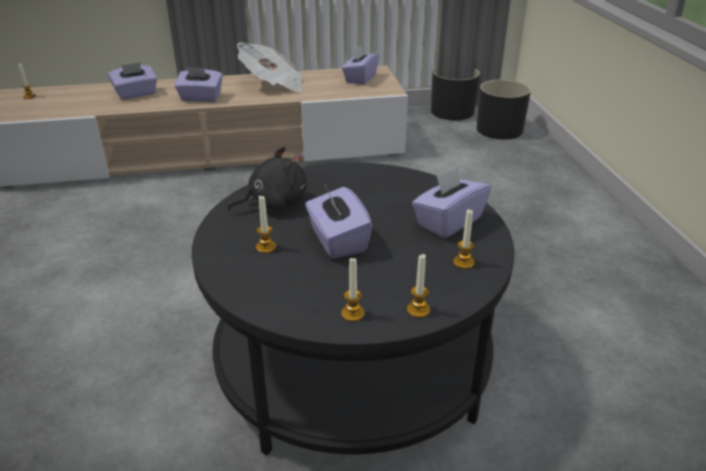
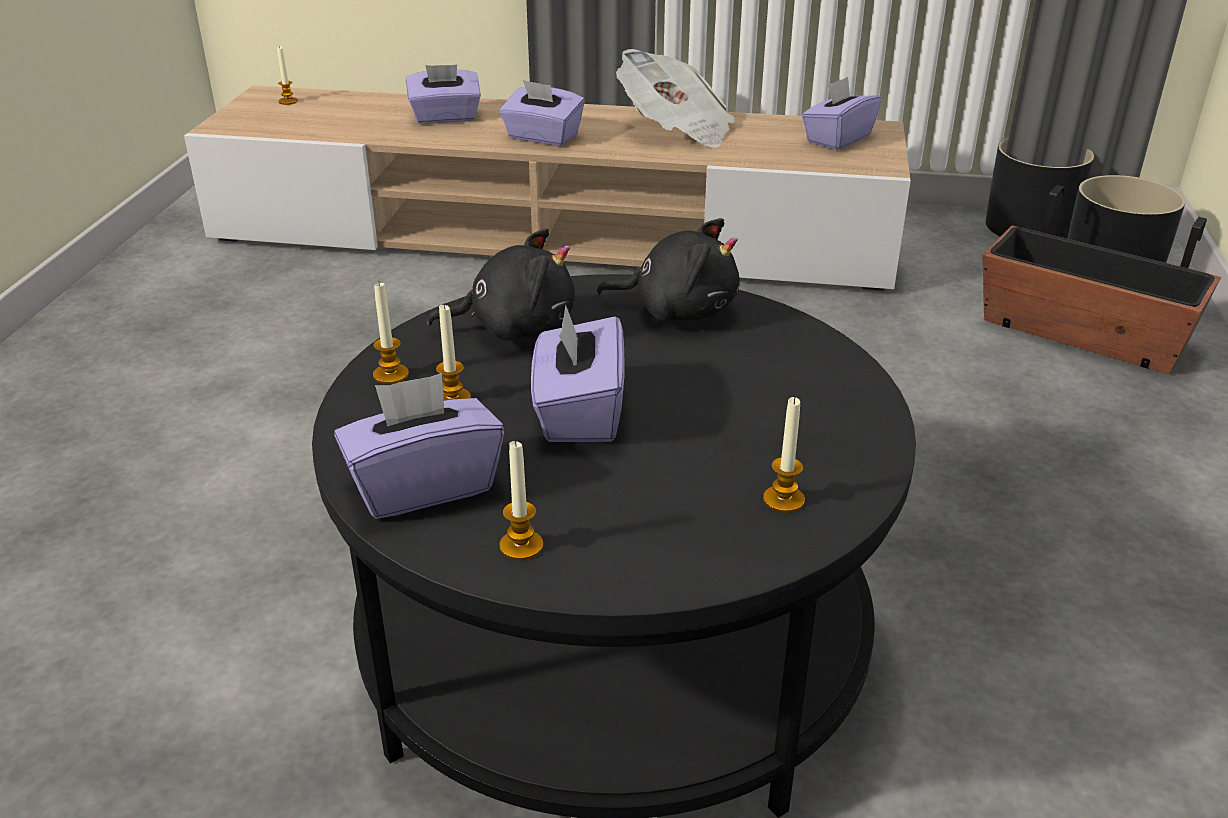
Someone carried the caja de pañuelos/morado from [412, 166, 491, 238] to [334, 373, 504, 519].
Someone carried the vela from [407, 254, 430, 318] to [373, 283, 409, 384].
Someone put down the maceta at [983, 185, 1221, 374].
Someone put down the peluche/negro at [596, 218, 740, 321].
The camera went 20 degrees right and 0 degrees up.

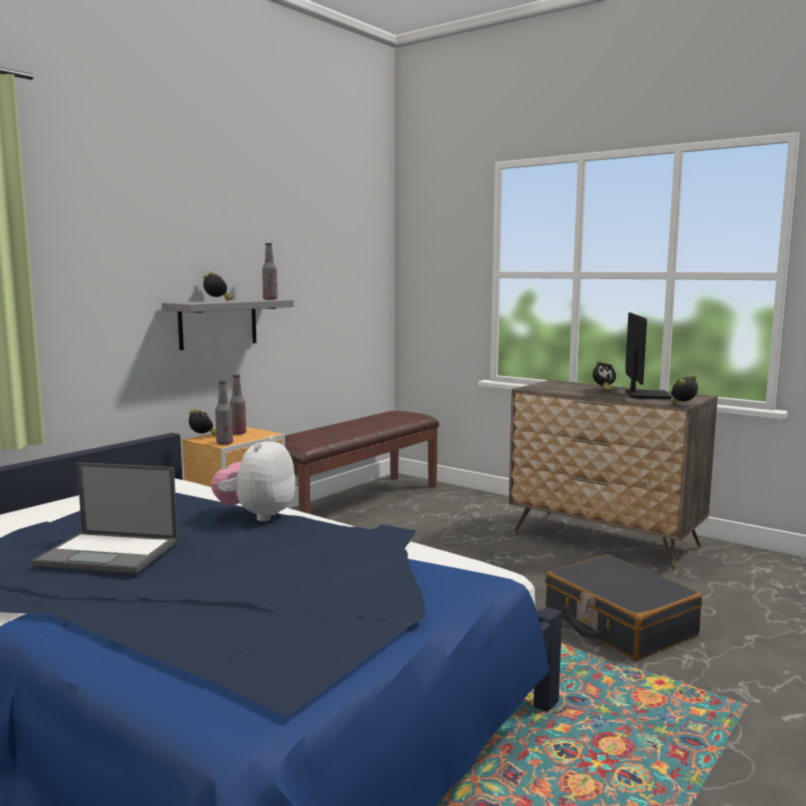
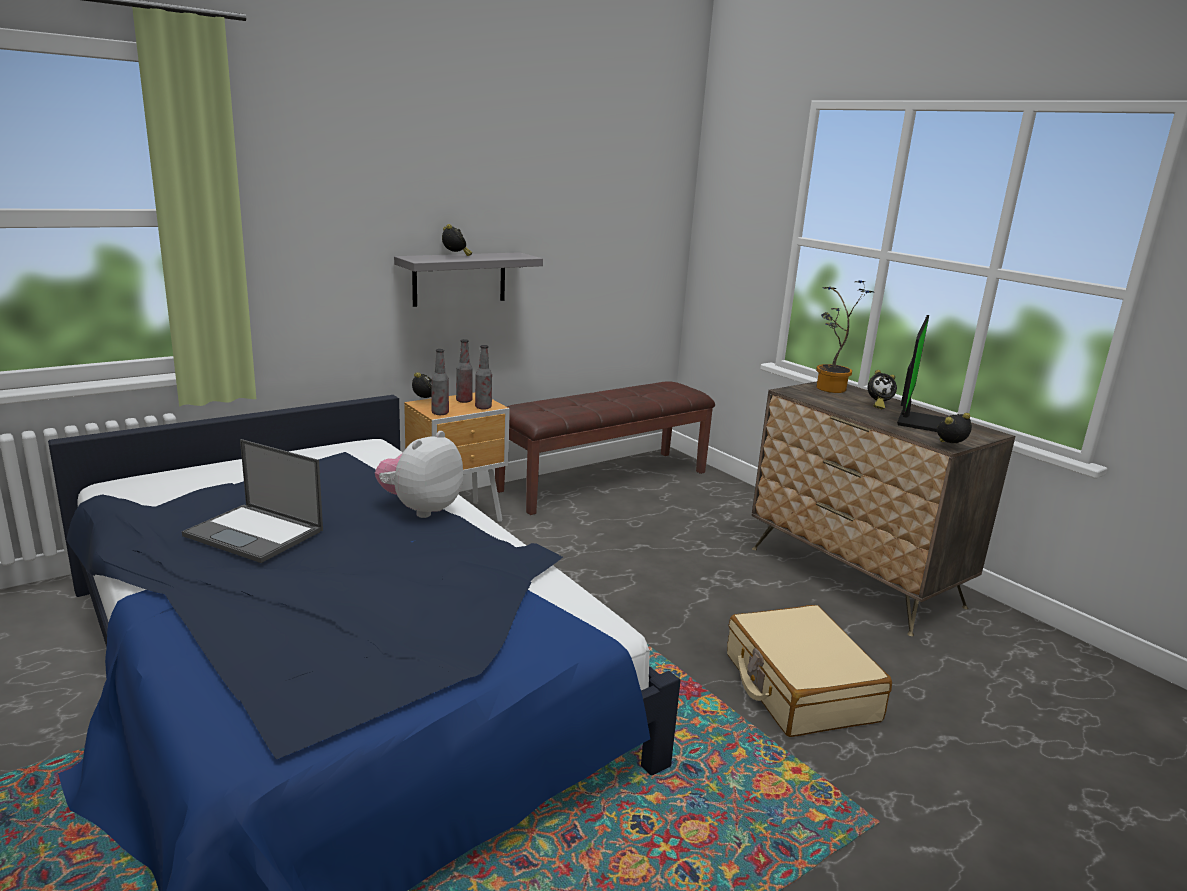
Someone carried the botella from [262, 243, 278, 300] to [475, 345, 492, 410].
Someone repainted the maleta/negro at [545, 554, 702, 660], which became the maleta/beis at [727, 605, 892, 737].
Someone put down the planta en maceta at [816, 280, 874, 393].
The camera went 15 degrees right and 10 degrees up.

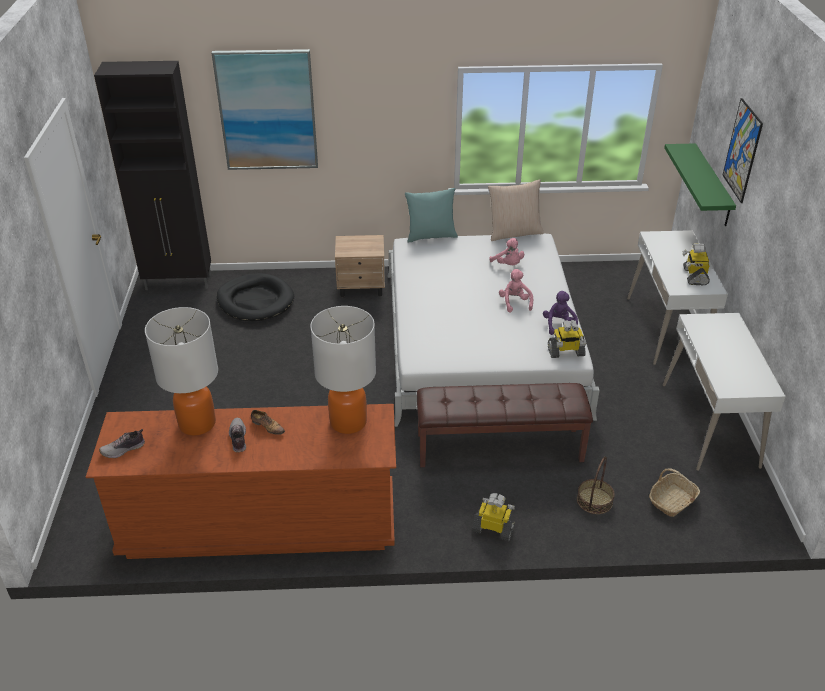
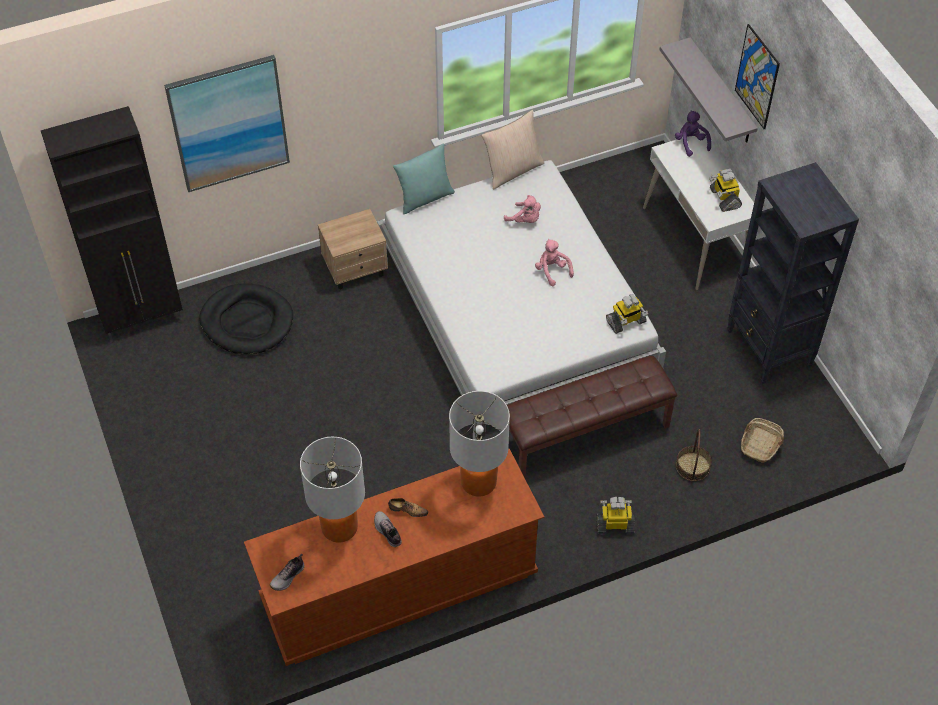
Someone repainted the estante/verde at [664, 143, 736, 226], which became the estante/gris at [659, 37, 758, 143].
Someone carried the peluche/morado from [543, 291, 578, 335] to [675, 111, 711, 157].
Someone swapped the escritorio/blanco at [663, 313, 786, 471] for the estantería/negro at [727, 162, 859, 384].
The camera went 20 degrees left and 15 degrees up.

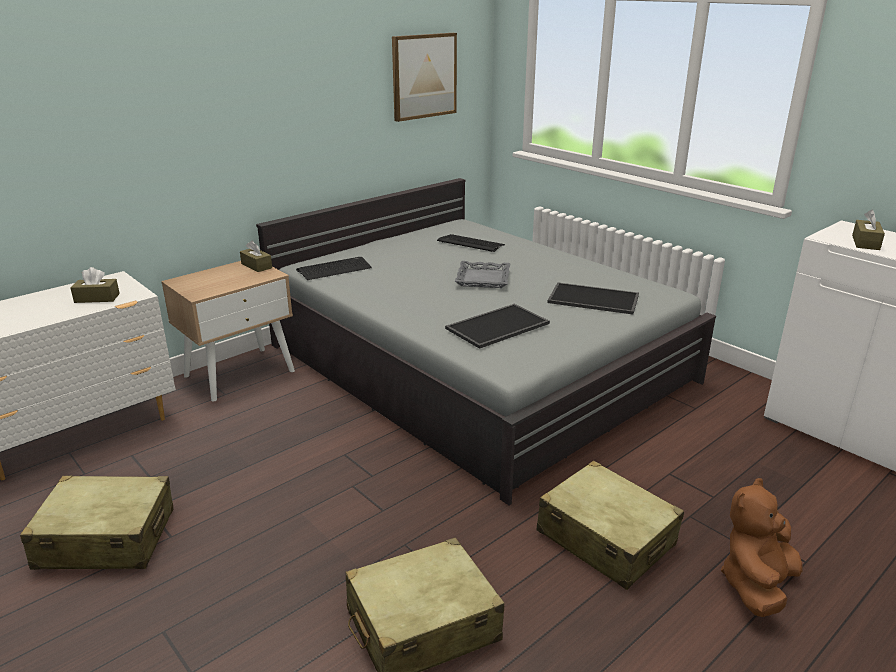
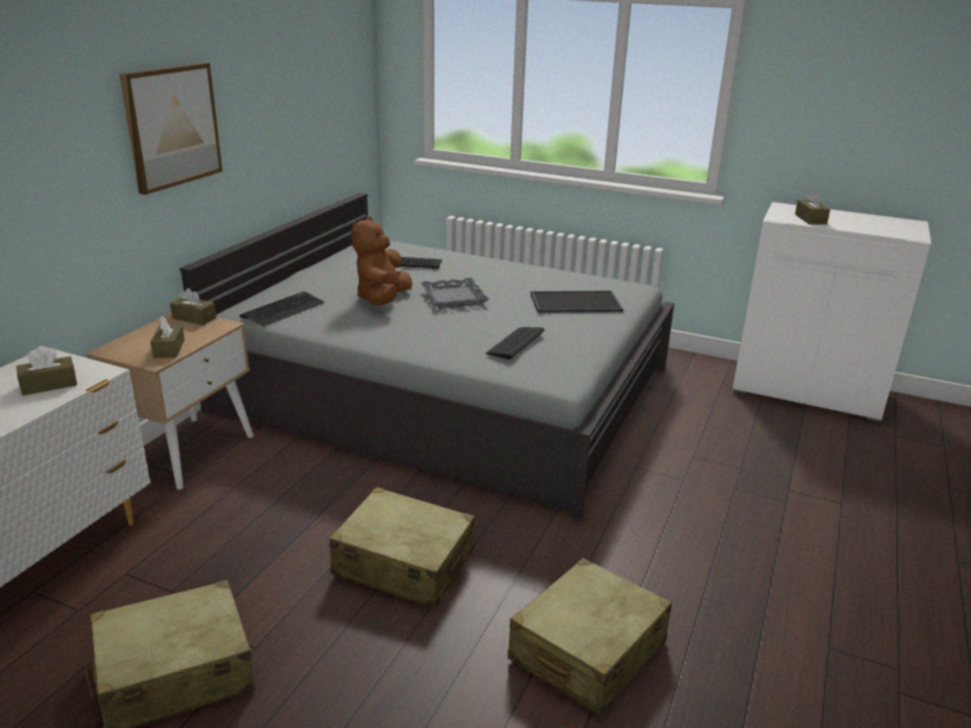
Someone carried the cuadro from [392, 33, 457, 122] to [120, 63, 223, 195].
Someone swapped the bandeja at [445, 304, 550, 349] for the teclado at [486, 327, 545, 360].
Someone carried the maleta/beis from [537, 461, 684, 590] to [329, 487, 475, 609].
Someone carried the peluche/marrón from [721, 478, 803, 617] to [351, 216, 412, 305].
Someone put down the caja de pañuelos/marrón at [151, 316, 185, 358].
The camera went 25 degrees left and 0 degrees up.

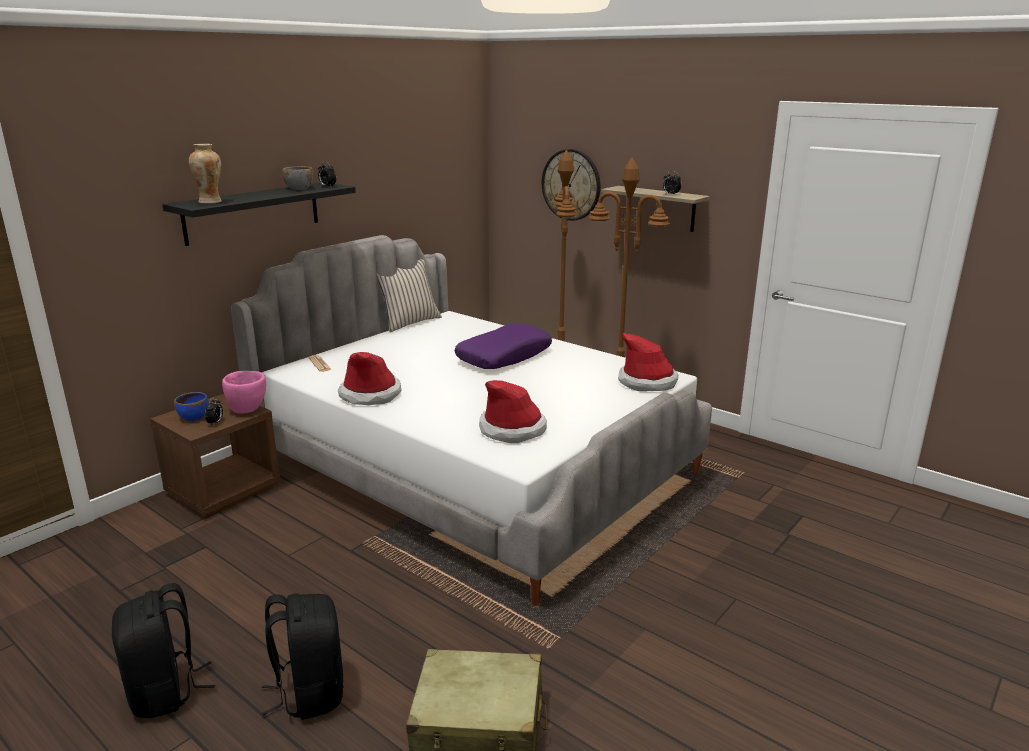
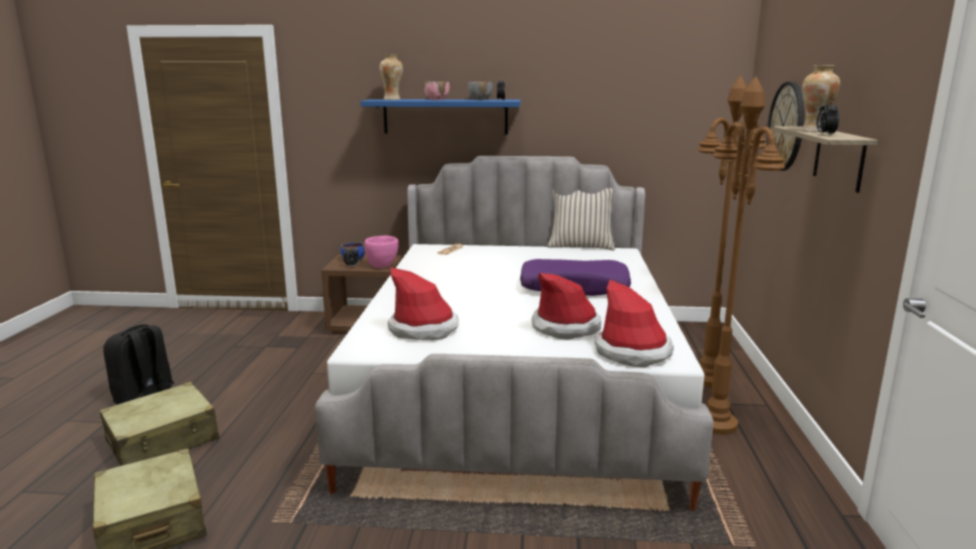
Someone repainted the estante/negro at [162, 183, 356, 246], which became the estante/azul at [360, 99, 521, 134].
Someone carried the sombrero from [338, 352, 401, 405] to [531, 273, 602, 340].
Someone swapped the mochila/negro at [262, 593, 344, 720] for the maleta/beis at [100, 382, 219, 466].
Someone put down the florero at [801, 65, 840, 132].
Someone put down the cuenco/rosa at [424, 82, 449, 100].
The camera went 55 degrees right and 5 degrees down.

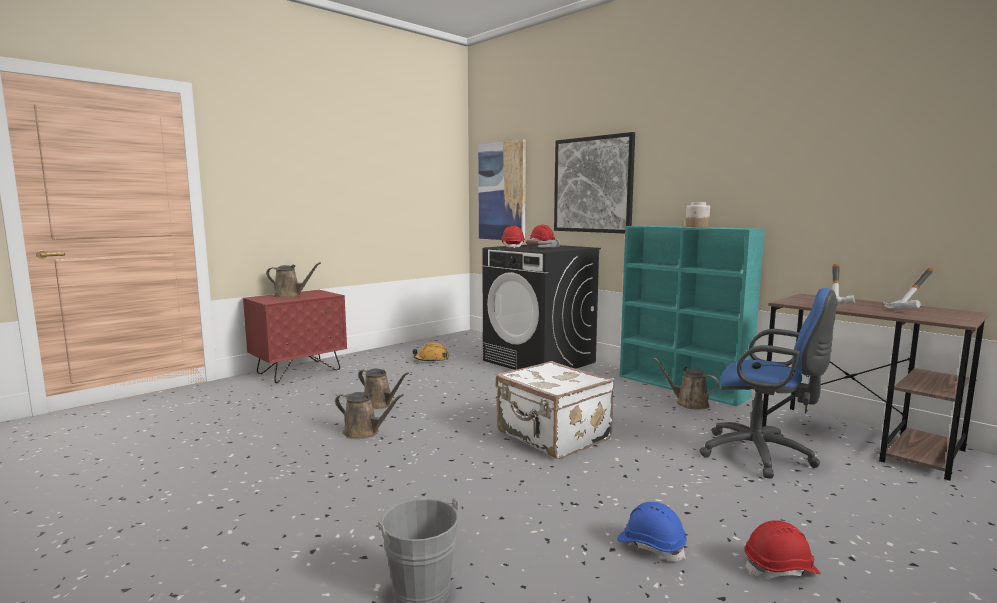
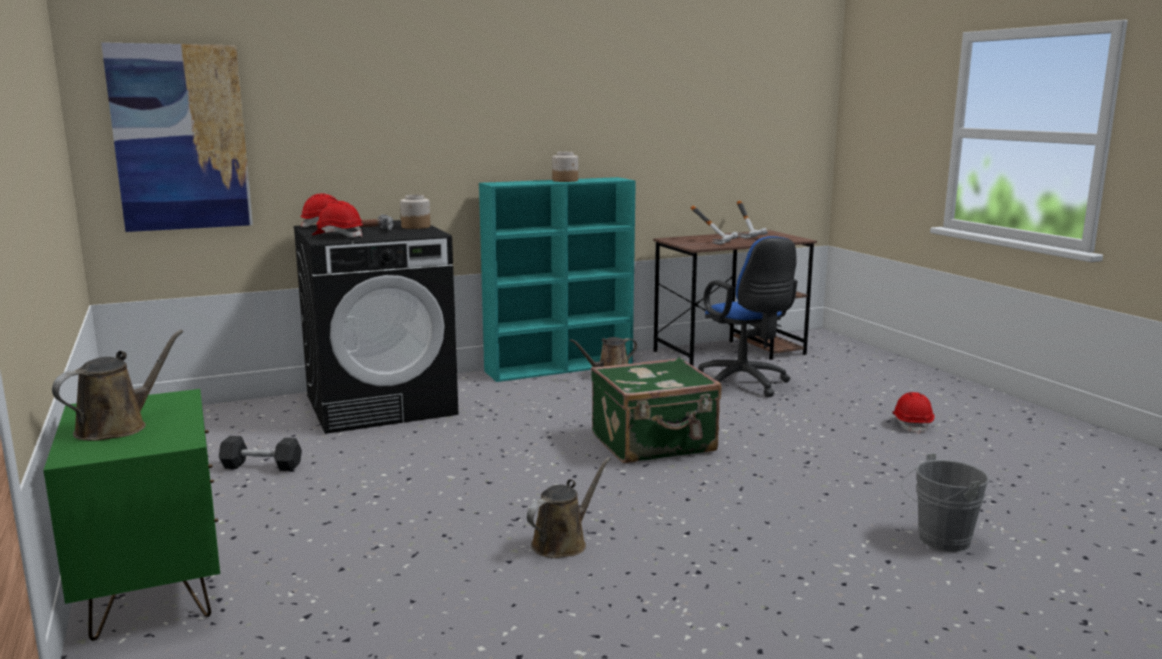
Someone took away the cuadro at [554, 132, 635, 234].
Someone rotated the silla de oficina/azul at [699, 288, 837, 479] by 105 degrees clockwise.
Someone repainted the mesita de noche/rojo at [243, 290, 347, 384], which became the mesita de noche/verde at [43, 389, 220, 641].
Someone swapped the casco/naranja at [412, 342, 449, 362] for the mancuerna/negro at [219, 436, 302, 471].
Someone repainted the maleta/blanco at [496, 361, 614, 459], which became the maleta/verde at [591, 357, 721, 463].
Someone took away the regadera/marrón at [358, 368, 409, 409].
Someone took away the casco/azul at [617, 502, 687, 561].
Someone put down the tarro at [400, 195, 431, 229].
The camera went 70 degrees left and 5 degrees up.

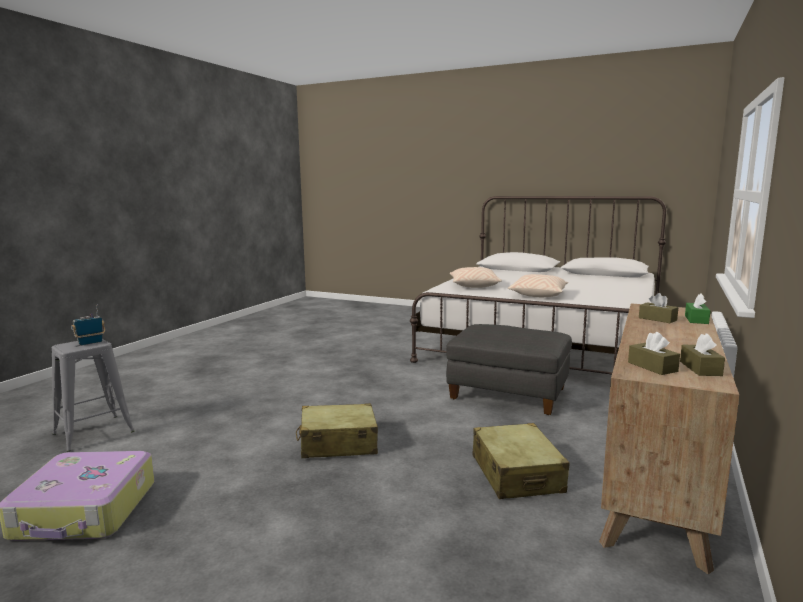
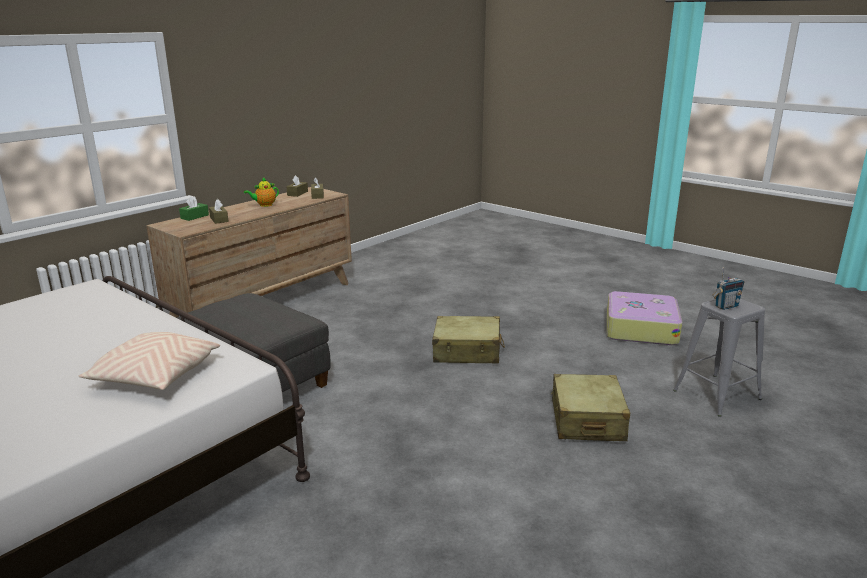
Someone took away the cojín/beis at [508, 274, 568, 297].
Someone carried the maleta/beis from [472, 423, 570, 499] to [551, 374, 630, 441].
Someone put down the tetera at [244, 177, 279, 207].
The camera went 165 degrees left and 10 degrees up.

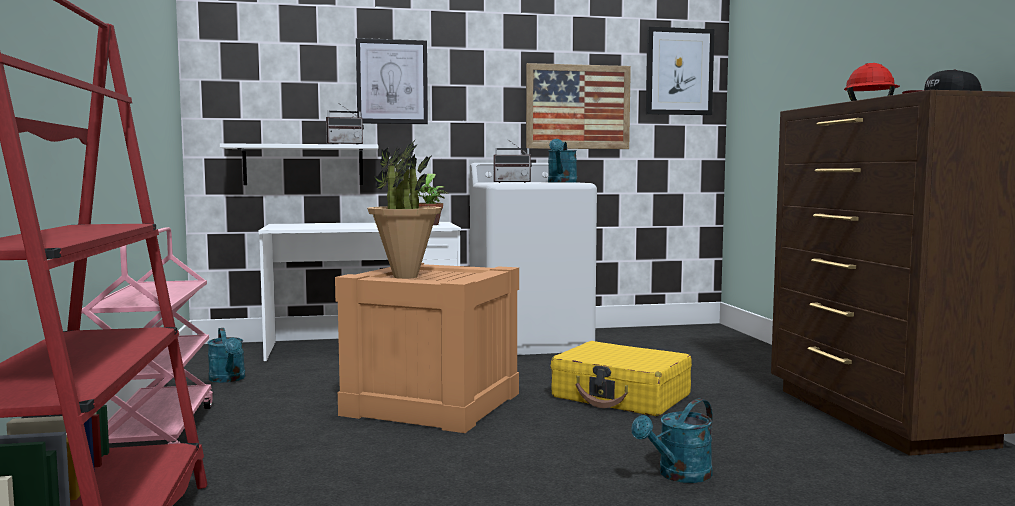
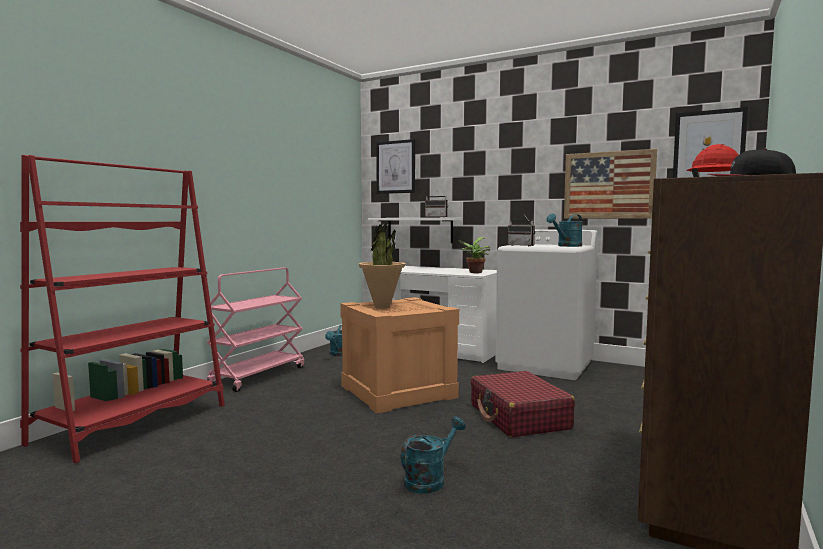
Someone carried the cuadro from [356, 38, 428, 124] to [376, 139, 415, 194].
Someone repainted the maleta/amarillo at [551, 341, 692, 416], which became the maleta/rojo at [471, 371, 575, 438].
Someone rotated the regadera/turquesa at [631, 399, 713, 483] by 135 degrees clockwise.
The camera went 40 degrees right and 0 degrees up.

